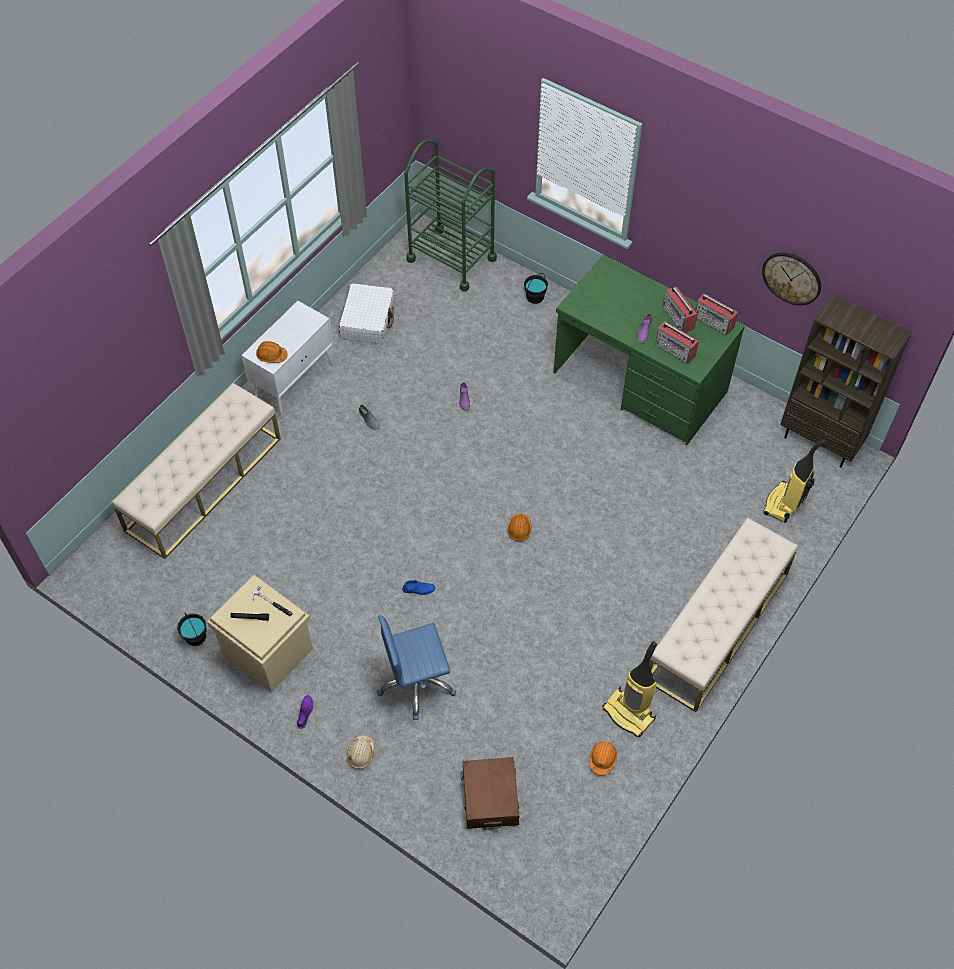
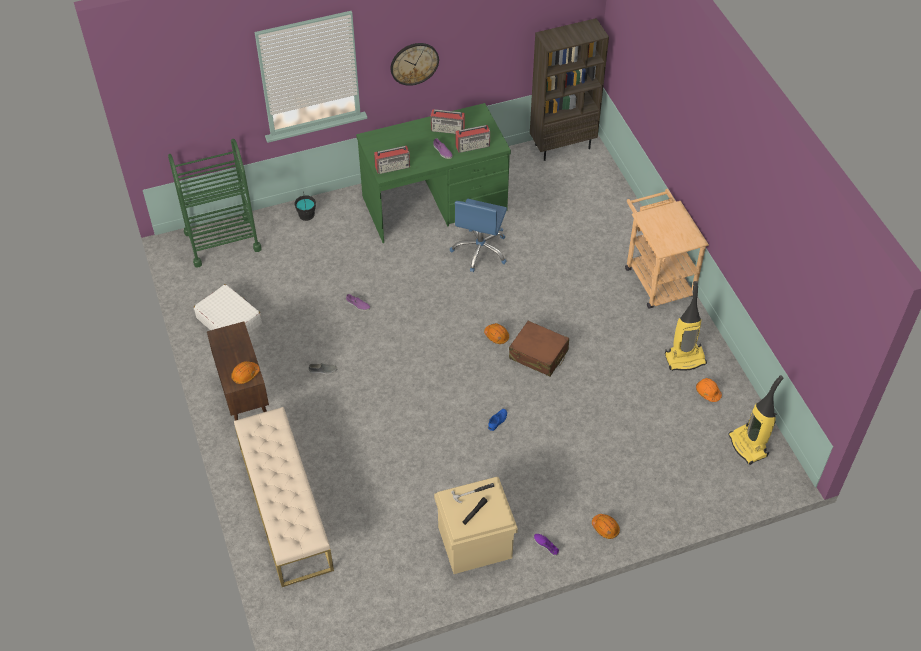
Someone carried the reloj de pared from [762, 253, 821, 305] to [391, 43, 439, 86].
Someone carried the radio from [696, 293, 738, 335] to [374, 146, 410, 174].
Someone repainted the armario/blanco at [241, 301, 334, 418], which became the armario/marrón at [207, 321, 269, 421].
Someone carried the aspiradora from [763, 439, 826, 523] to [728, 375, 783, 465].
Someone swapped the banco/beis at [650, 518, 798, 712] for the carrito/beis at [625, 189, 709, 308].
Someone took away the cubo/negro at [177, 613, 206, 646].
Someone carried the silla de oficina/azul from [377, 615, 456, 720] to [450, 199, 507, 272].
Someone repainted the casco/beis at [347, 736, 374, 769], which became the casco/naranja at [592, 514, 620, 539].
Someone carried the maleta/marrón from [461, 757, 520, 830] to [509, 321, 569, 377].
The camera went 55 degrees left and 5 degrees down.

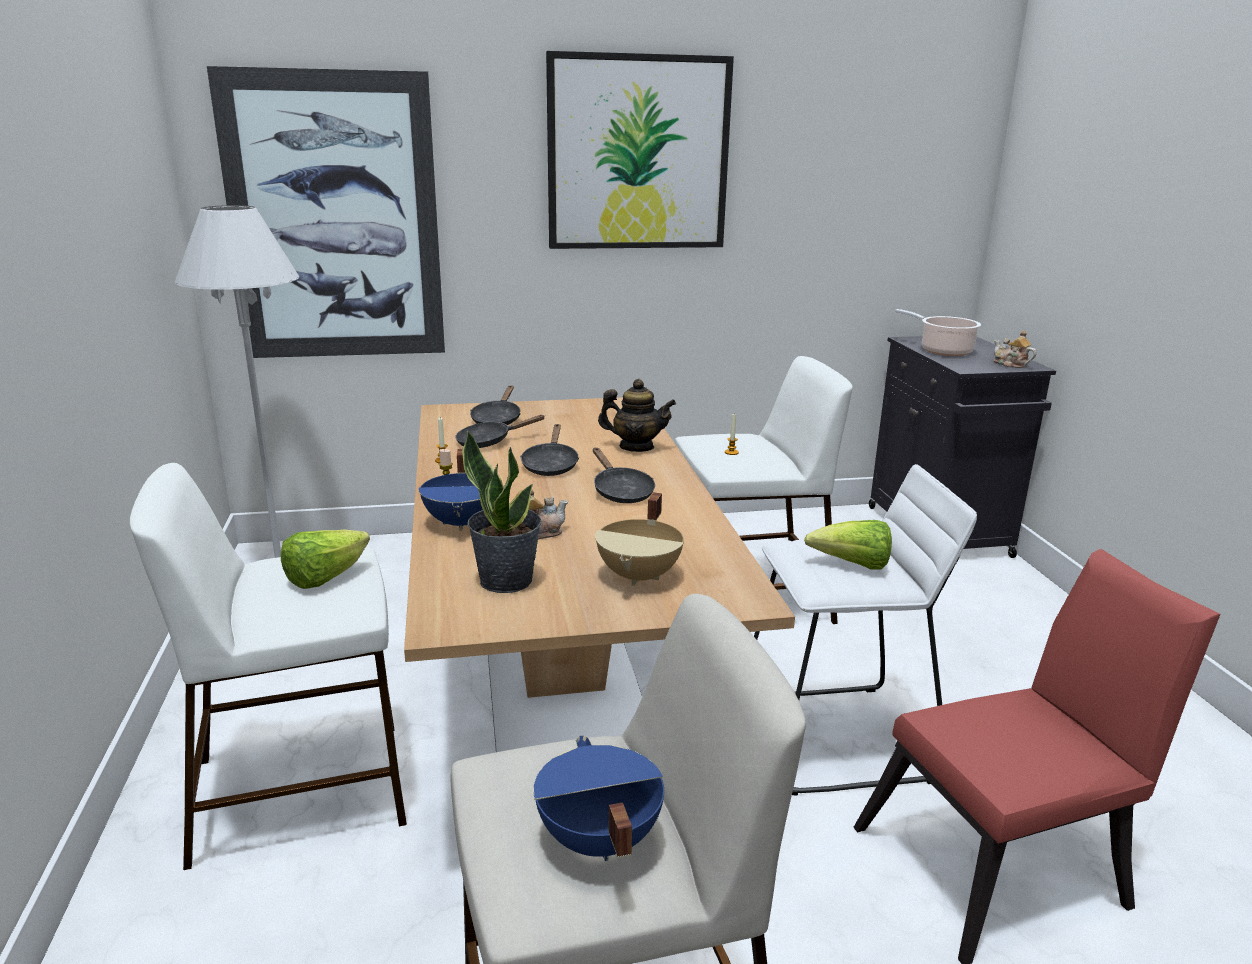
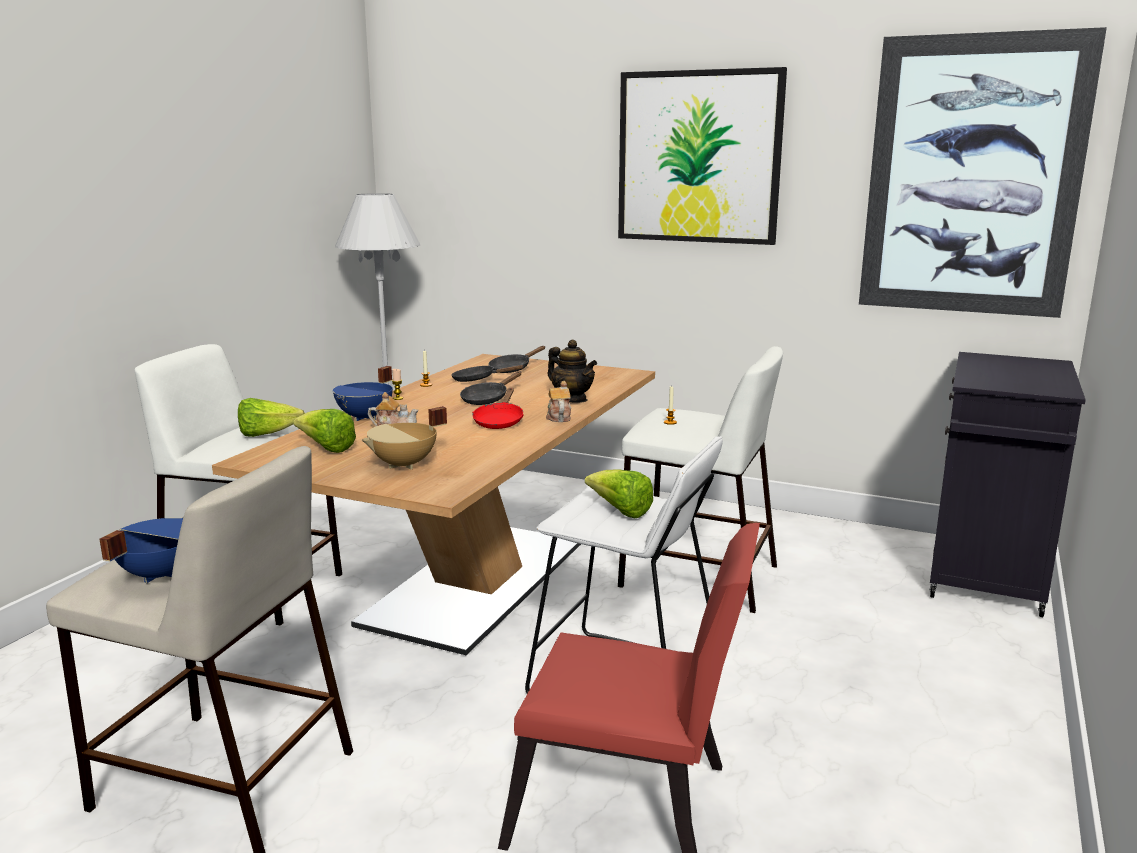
Someone carried the cuadro from [207, 66, 445, 358] to [859, 27, 1107, 318].
Someone took away the olla at [895, 309, 981, 356].
Someone carried the tetera from [994, 330, 1037, 368] to [546, 381, 571, 422].
Someone swapped the planta en maceta at [462, 431, 541, 593] for the lechuga at [293, 409, 356, 453].
Someone repainted the sartén/negro at [593, 448, 655, 503], which became the sartén/rojo at [472, 388, 524, 429].
The camera went 35 degrees right and 5 degrees down.

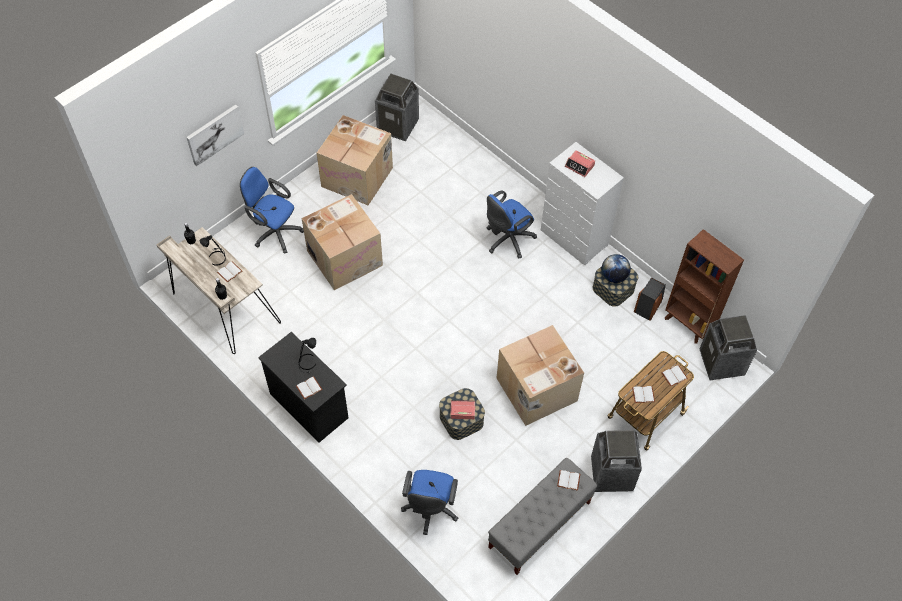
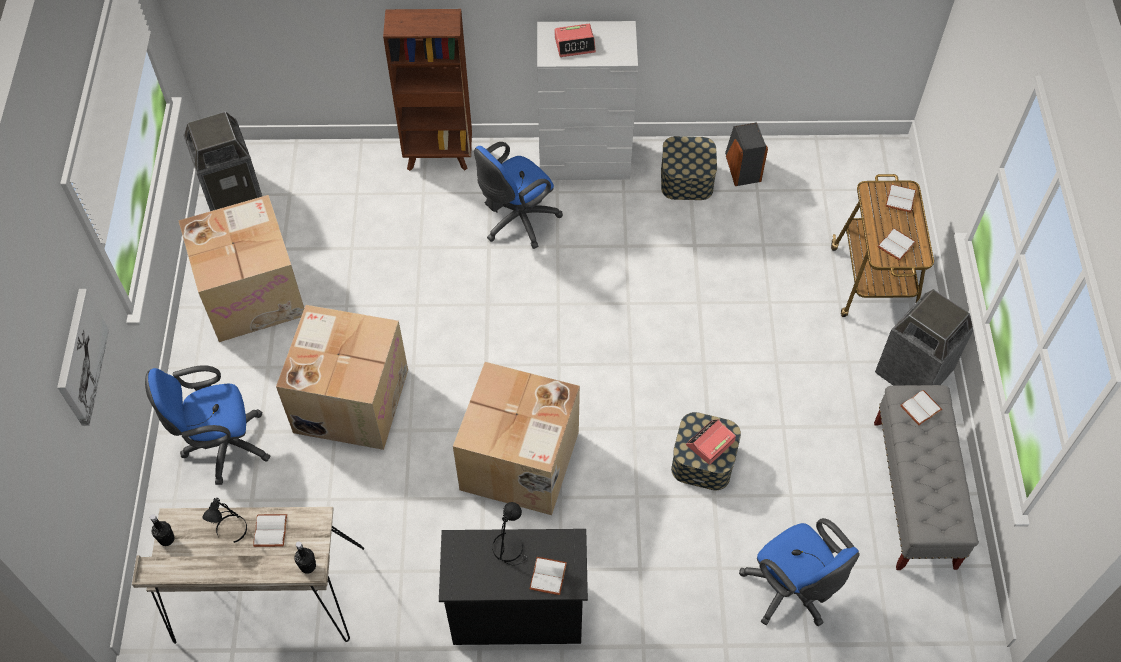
Someone rotated the silla de oficina/azul at [487, 191, 537, 259] by 45 degrees clockwise.
Someone carried the estantería/marrón from [665, 229, 744, 344] to [383, 9, 472, 171].
Someone took away the globo terráqueo at [602, 254, 631, 283].
Someone took away the papelera at [700, 315, 757, 380].
Someone carried the caja de cartón from [497, 325, 584, 426] to [453, 362, 580, 515].
The camera went 45 degrees left and 0 degrees up.

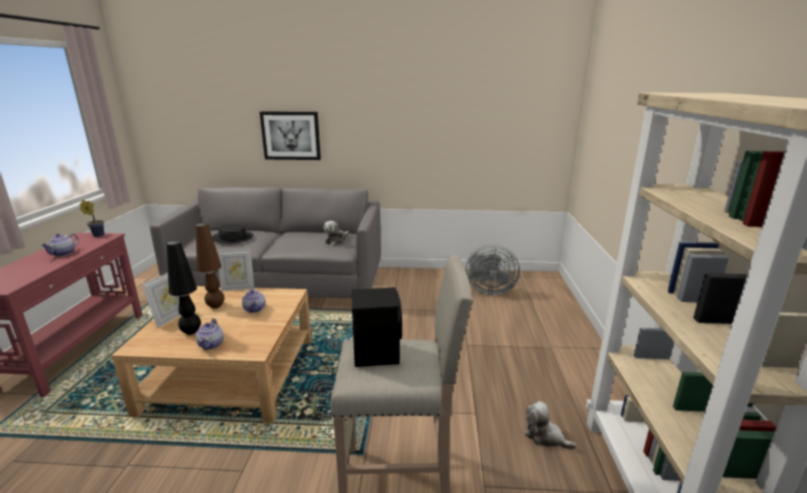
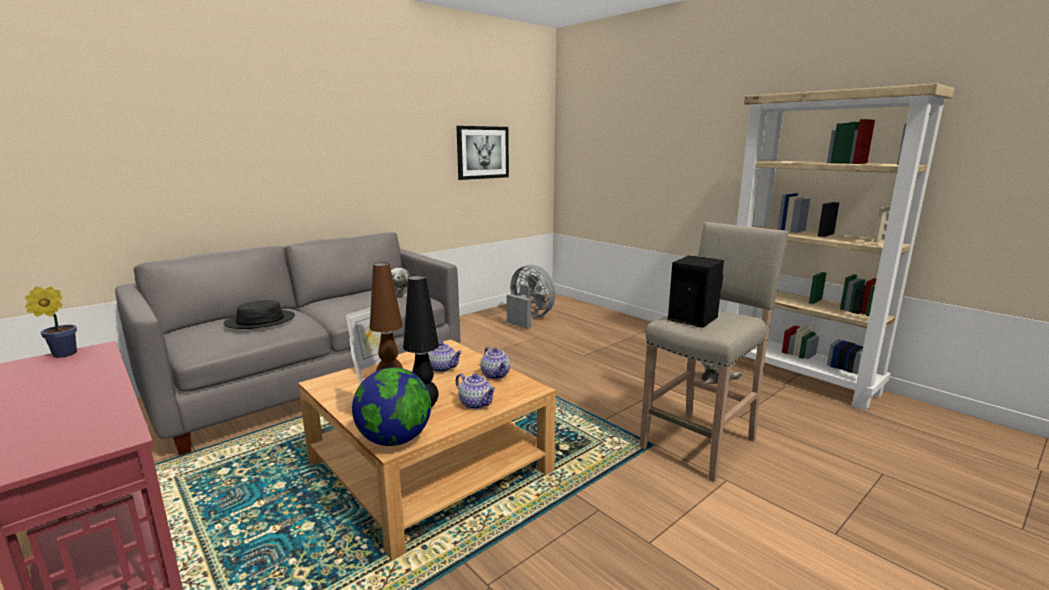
Someone carried the cuadro from [260, 111, 321, 160] to [456, 126, 509, 180].
Someone carried the tetera from [41, 233, 79, 256] to [480, 347, 510, 379].
Someone rotated the ventilador/gris at [465, 244, 520, 295] by 105 degrees counterclockwise.
Someone put down the globo terráqueo at [352, 367, 431, 446].
The camera went 45 degrees left and 5 degrees down.

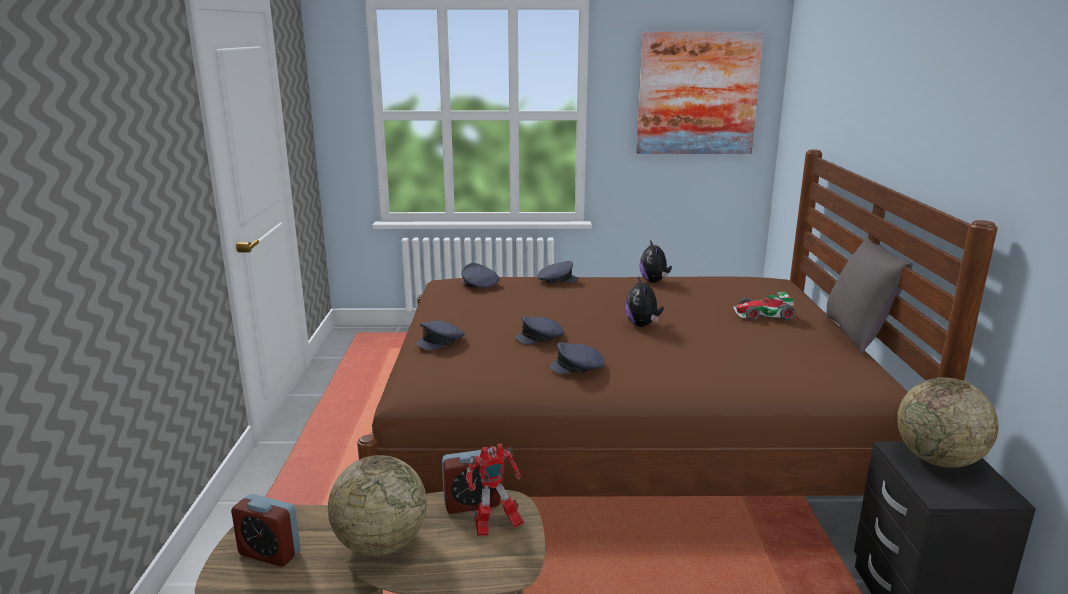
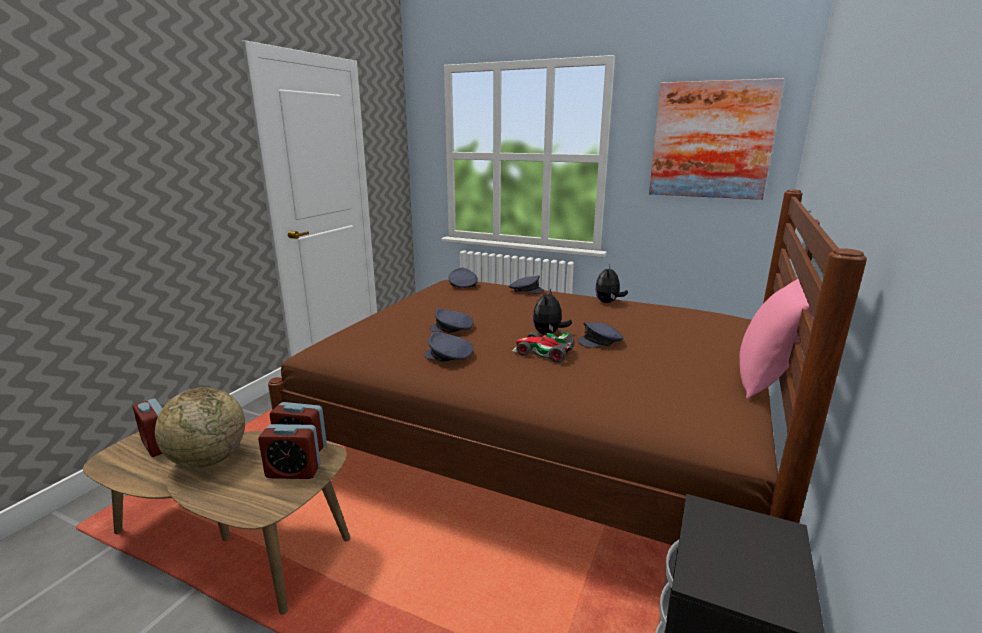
Someone repainted the cojín/gris at [826, 235, 913, 354], which became the cojín/rosa at [740, 279, 814, 399].
Someone carried the coche de juguete from [733, 292, 796, 321] to [512, 331, 575, 363].
Someone carried the gorra/gris from [416, 321, 465, 350] to [577, 322, 623, 348].
Someone took away the globo terráqueo at [897, 377, 999, 468].
Someone swapped the robot de juguete at [466, 443, 524, 536] for the despertador at [258, 424, 321, 479].
The camera went 25 degrees right and 0 degrees up.

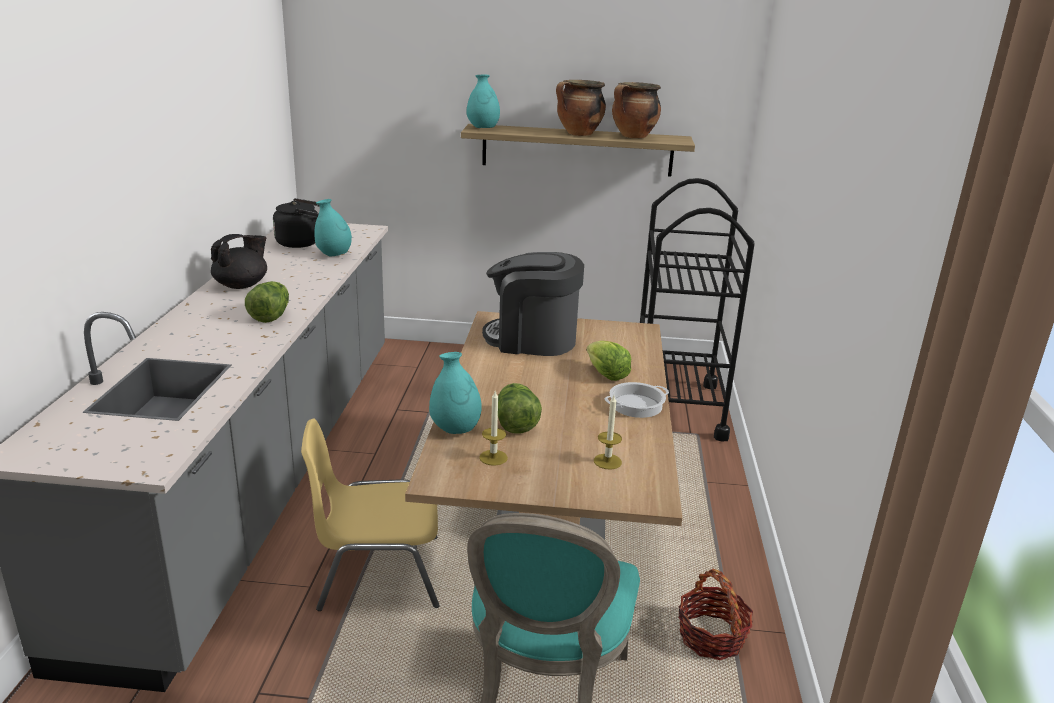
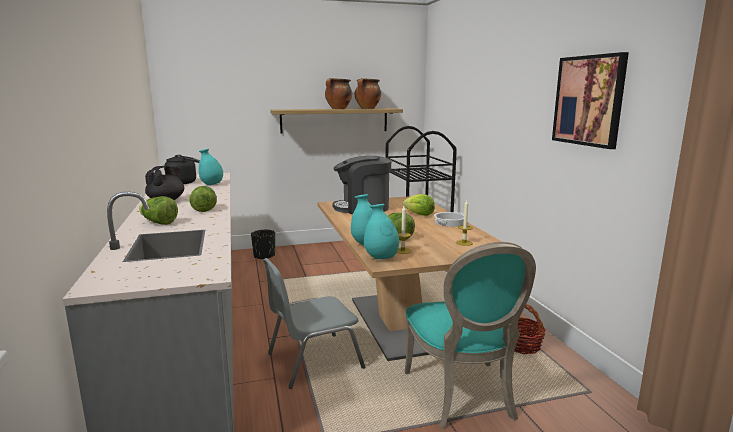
Someone carried the florero/turquesa from [466, 75, 500, 128] to [364, 204, 399, 259].
Someone repainted the silla/amarillo at [301, 418, 440, 611], which became the silla/gris at [263, 258, 365, 389].
Someone put up the cuadro at [552, 52, 629, 149].
Someone put down the lechuga at [139, 196, 178, 225].
Someone put down the maceta/negro at [251, 230, 275, 260].
The camera went 20 degrees left and 10 degrees down.

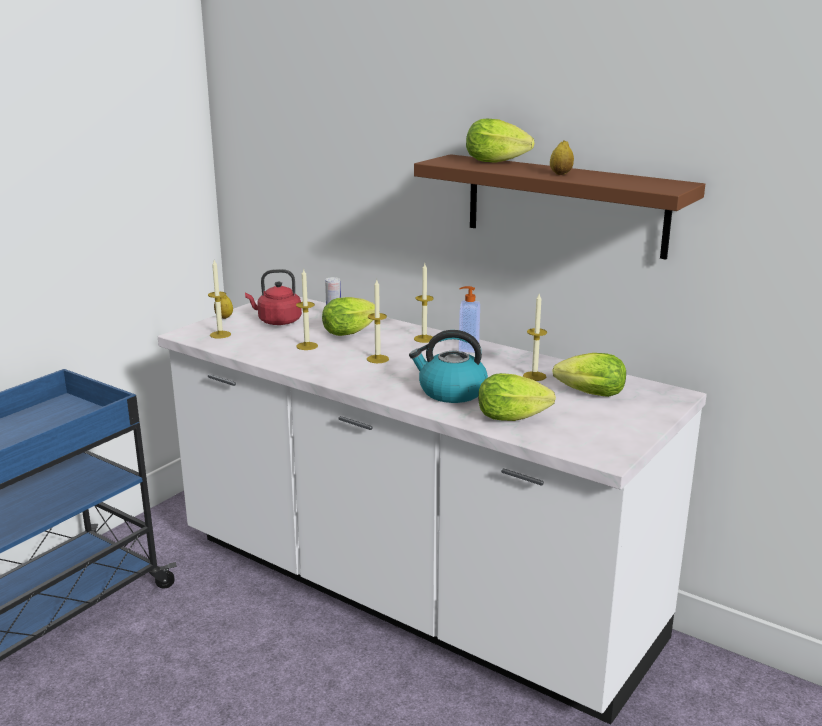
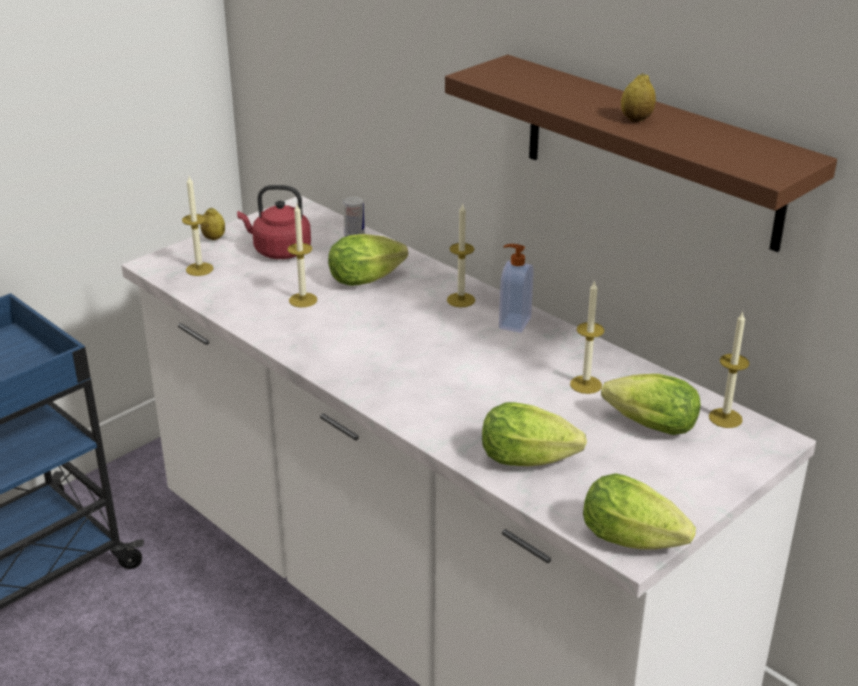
Someone carried the lechuga from [466, 119, 534, 163] to [583, 473, 696, 550].
Someone carried the vela from [367, 280, 389, 363] to [709, 311, 750, 428].
Someone took away the hervidor at [409, 330, 488, 403].
The camera went 10 degrees right and 10 degrees up.

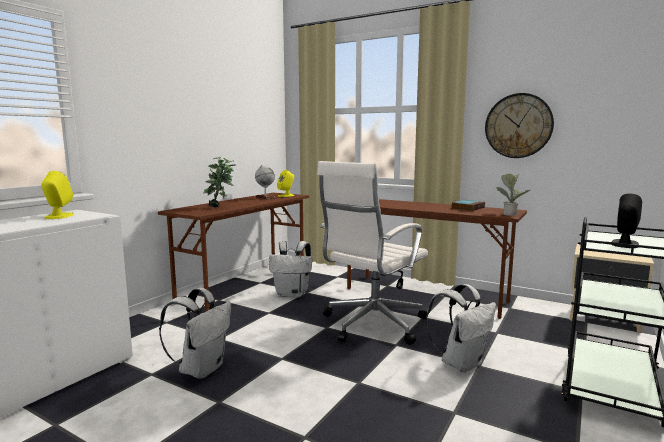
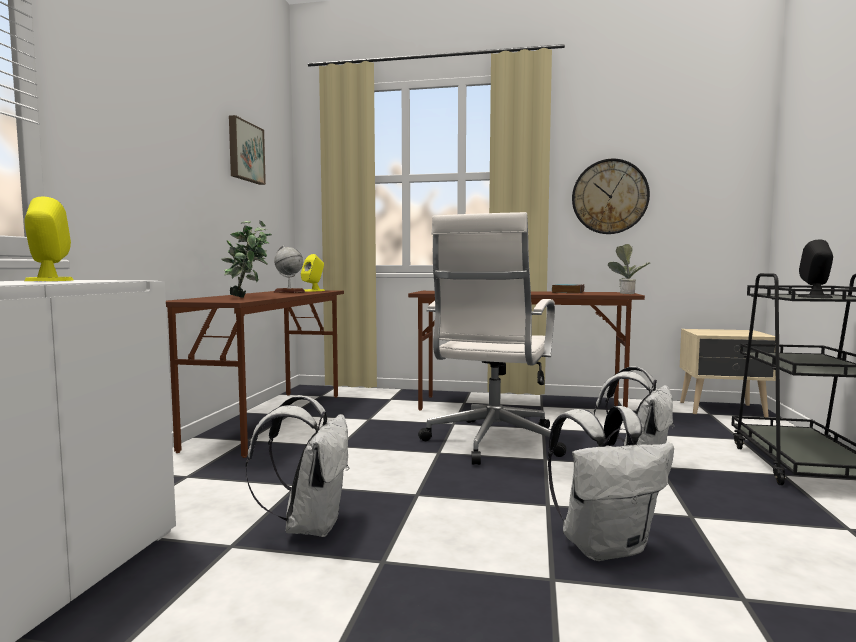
Someone carried the mochila/blanco from [269, 241, 312, 297] to [548, 406, 674, 561].
Someone put up the cuadro at [229, 115, 266, 185].
The camera went 20 degrees left and 5 degrees down.

